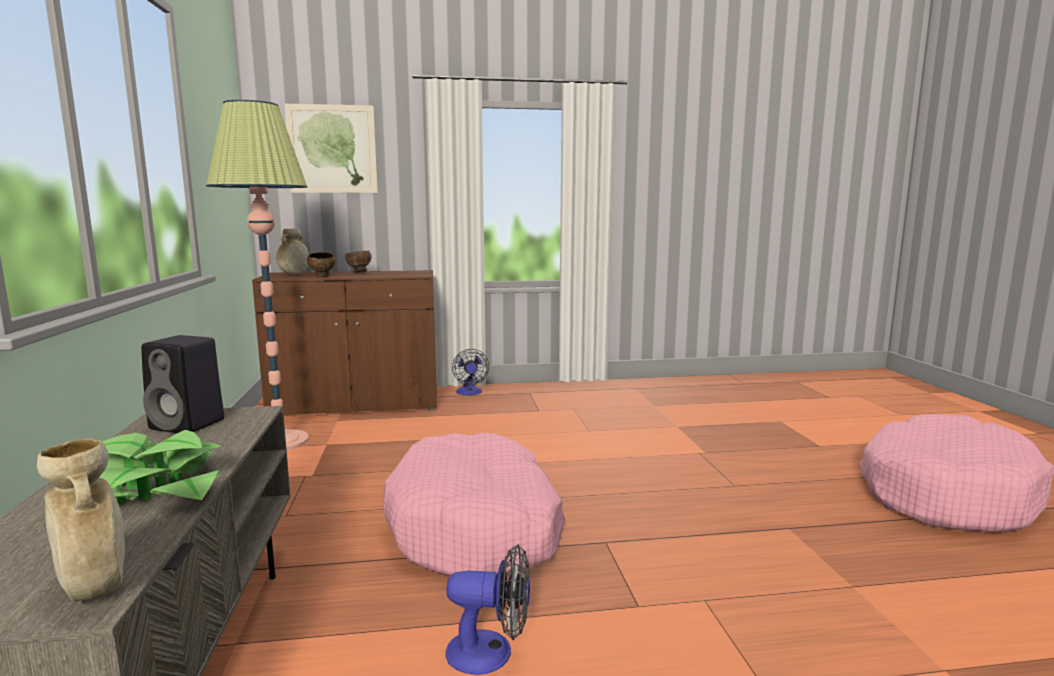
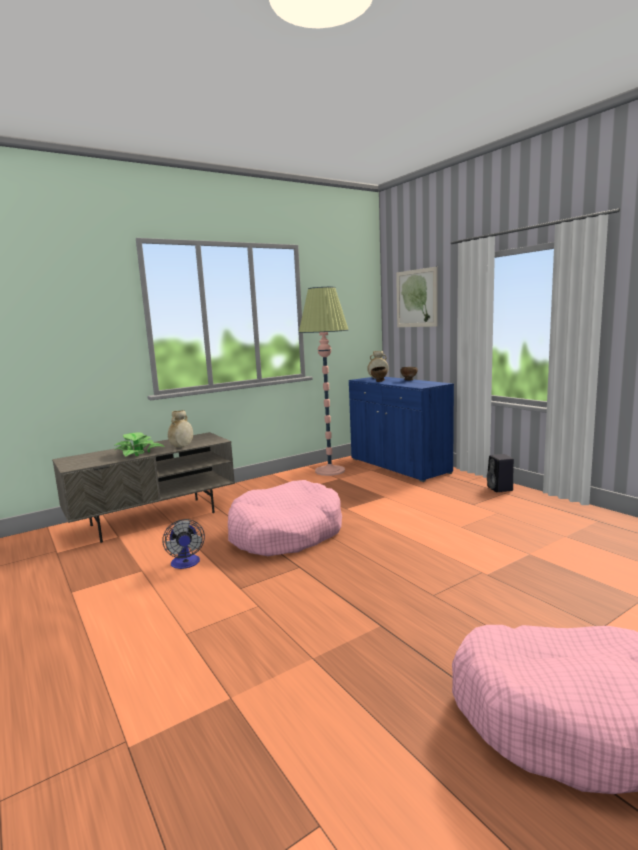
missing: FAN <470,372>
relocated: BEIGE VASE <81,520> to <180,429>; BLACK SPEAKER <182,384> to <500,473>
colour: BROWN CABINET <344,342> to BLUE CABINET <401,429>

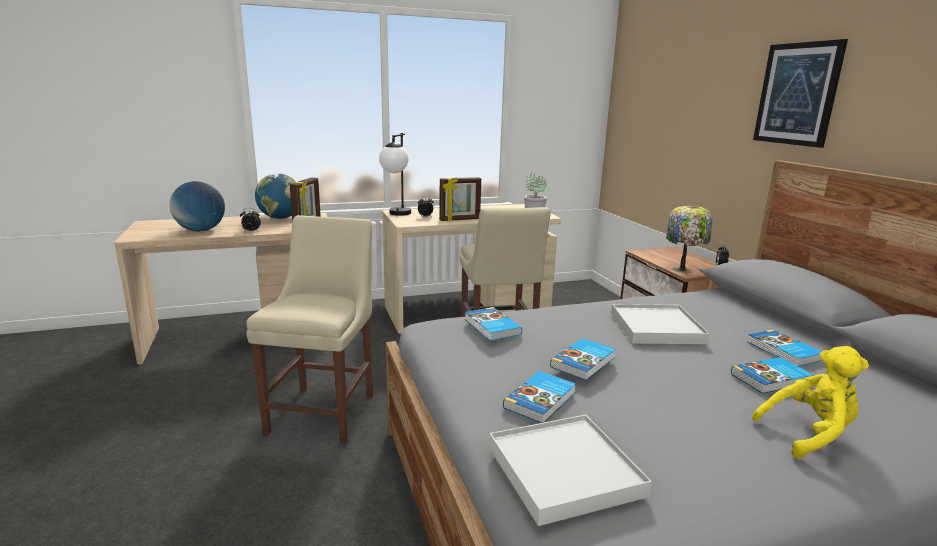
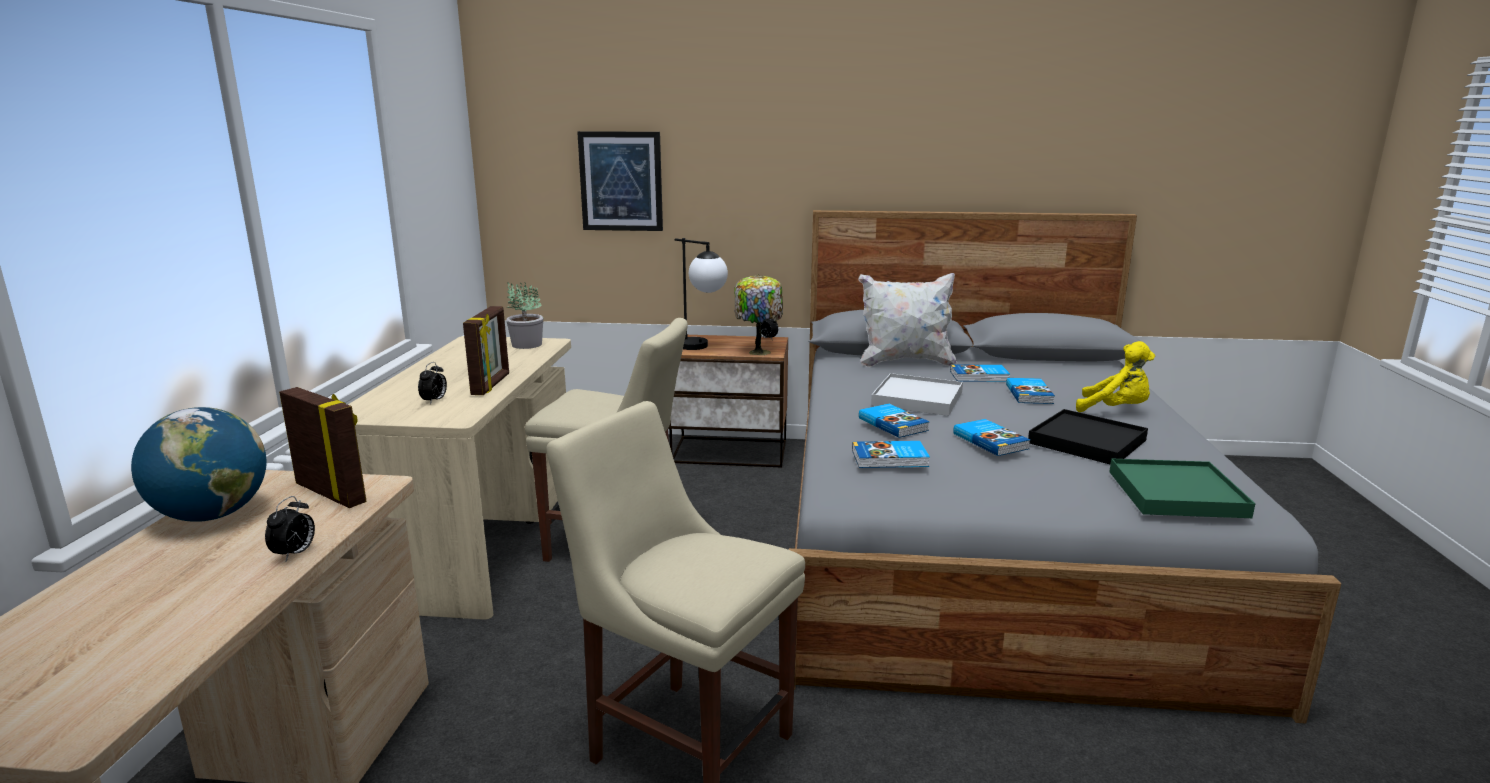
missing: GLOBE <197,206>
appeared: WHITE PILLOW <907,320>; BLACK TRAY <1088,436>
relocated: PICTURE <800,93> to <620,181>; TABLE LAMP <395,174> to <701,294>; BOOK <539,397> to <894,421>
colour: WHITE TRAY <570,470> to GREEN TRAY <1182,488>
spun: YELLOW PLUSH TOY <810,402> = <1115,376> 105 degrees clockwise

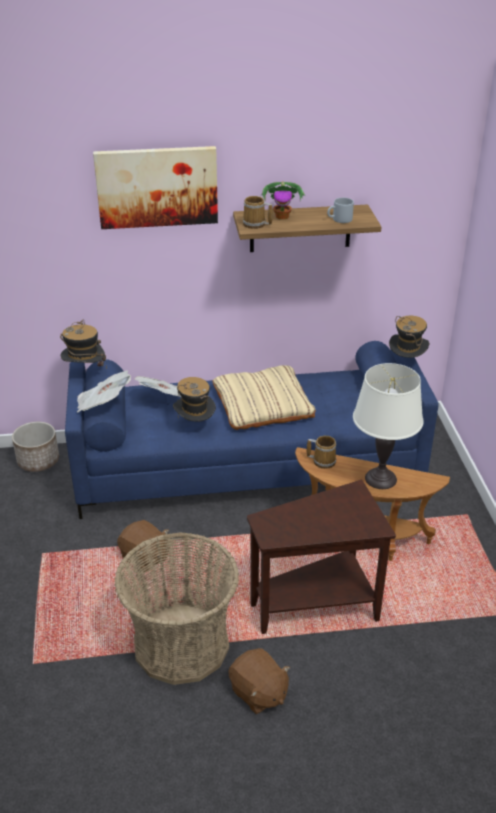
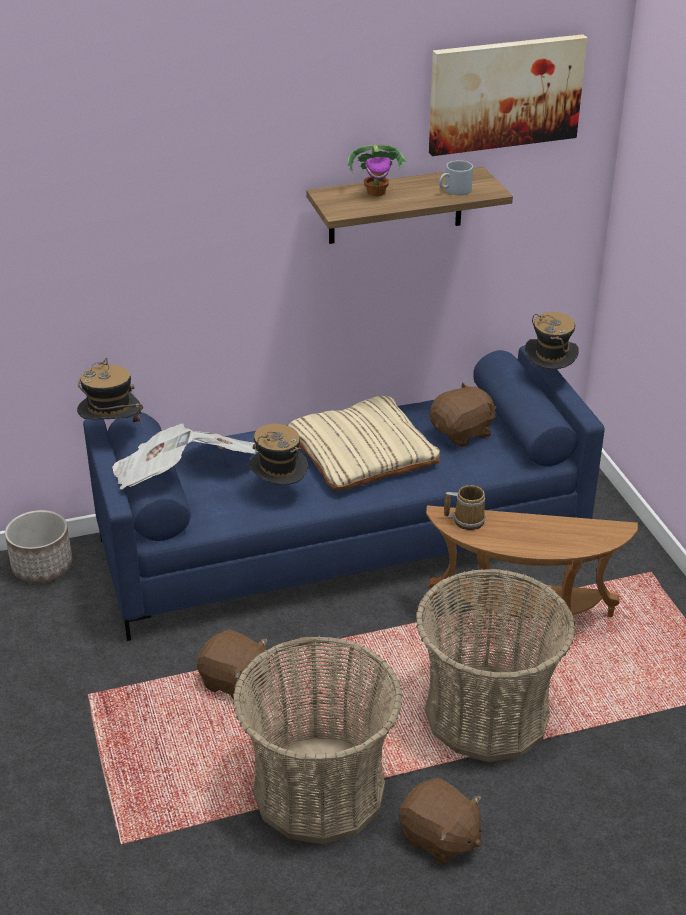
missing: MUG <258,212>; WHITE TABLE LAMP <388,426>
appeared: BROWN PLUSH TOY <463,414>
relocated: PICTURE <155,187> to <508,95>
exchanged: BROWN SIDE TABLE <321,557> to BASKET <496,665>

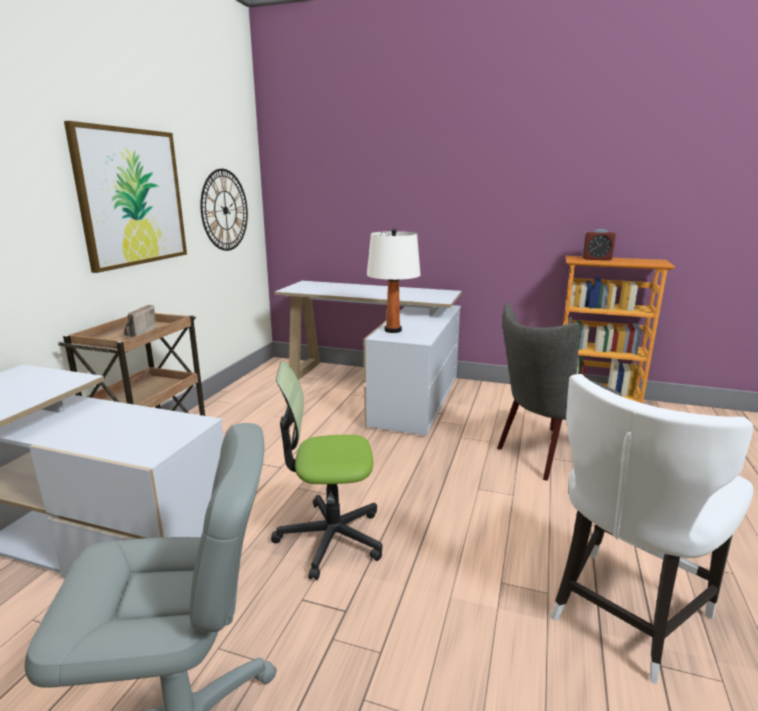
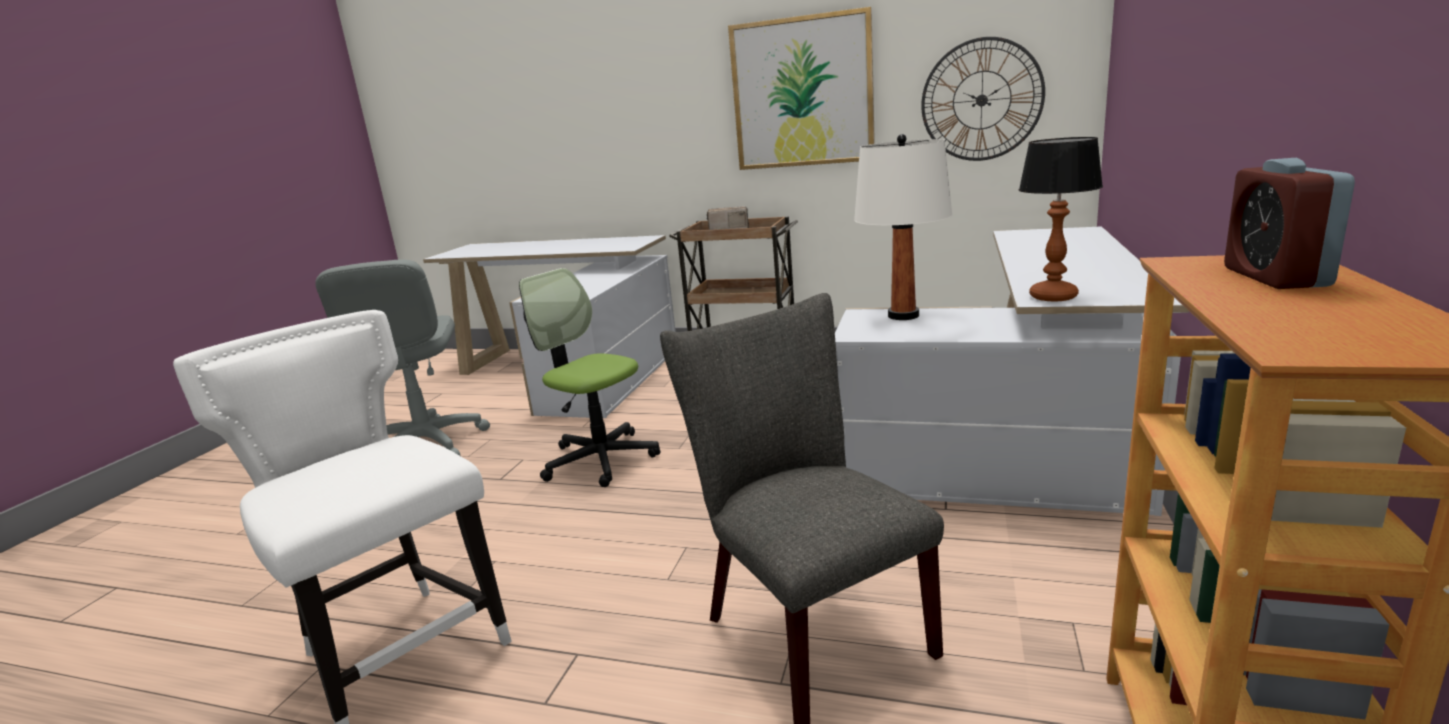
appeared: TABLE LAMP <1061,219>
spun: OFFICE CHAIR <326,470> = <589,377> 45 degrees counterclockwise

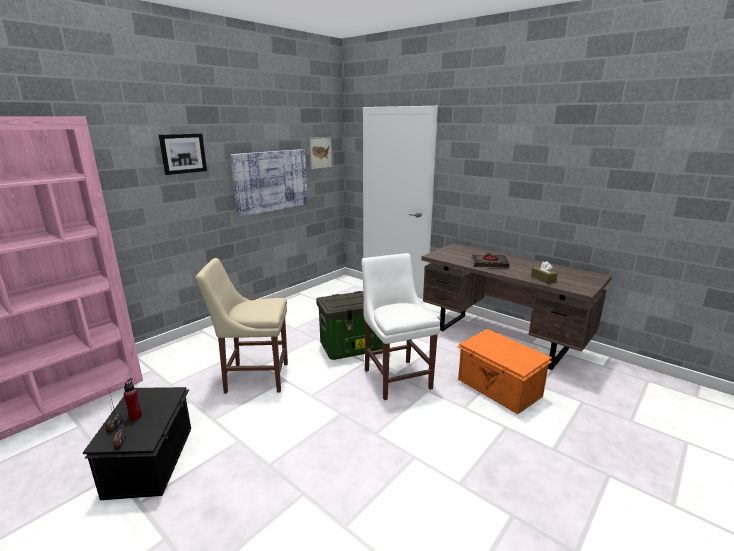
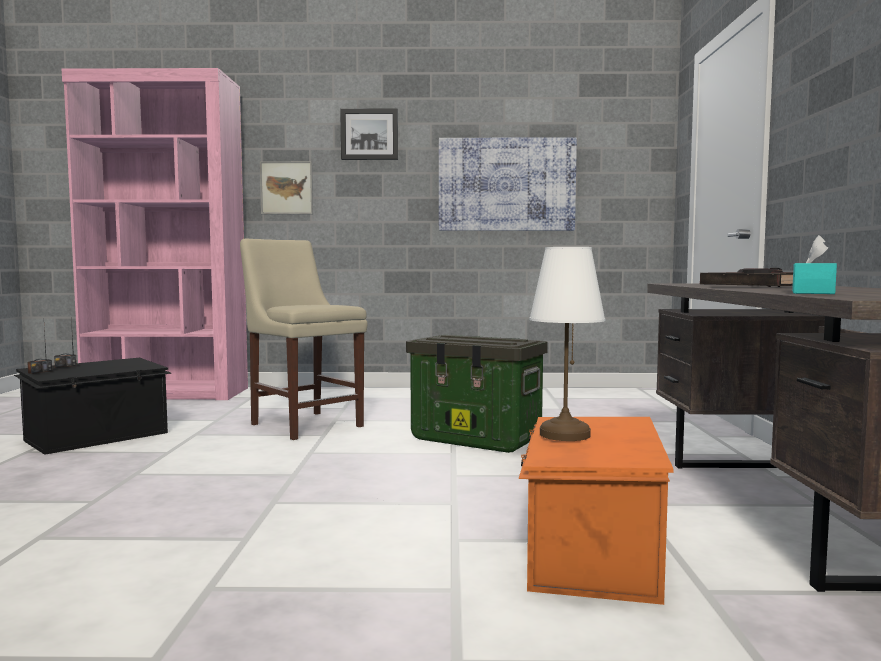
missing: RED BOTTLE <133,399>; WHITE CHAIR <400,326>
appeared: WHITE TABLE LAMP <567,344>
relocated: PICTURE <321,153> to <286,187>
colour: BROWN TISSUE BOX <544,272> to TURQUOISE TISSUE BOX <814,264>

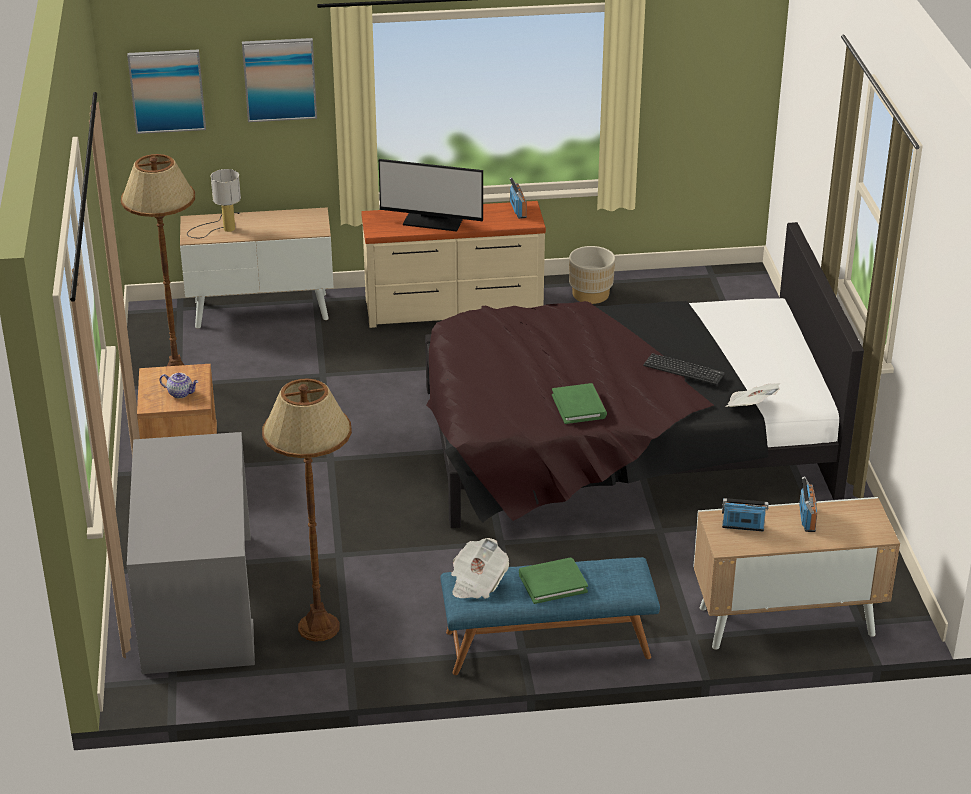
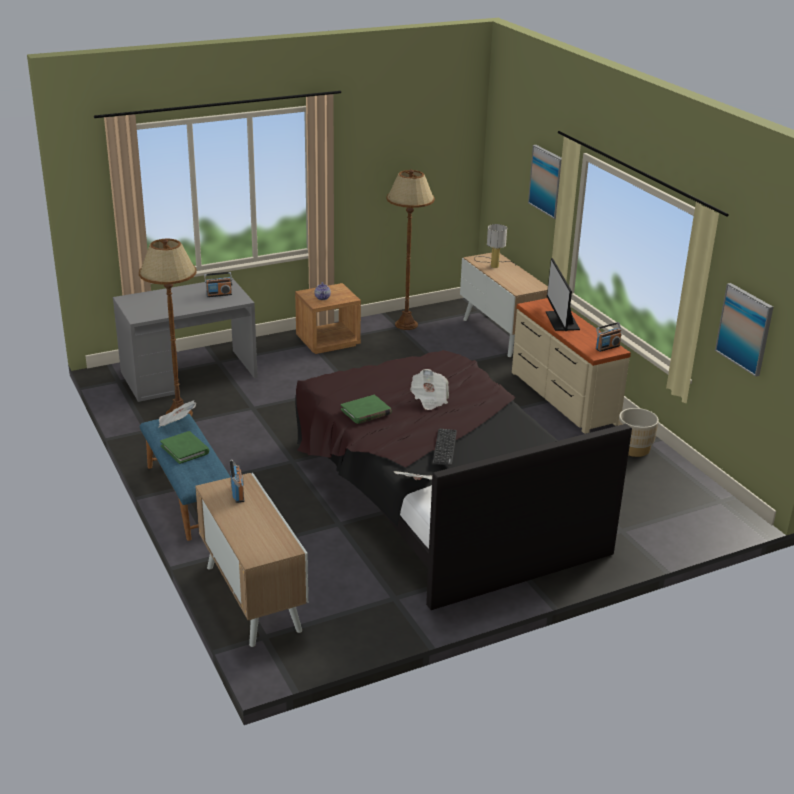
appeared: NEWSPAPER <429,389>
relocated: RADIO <808,504> to <218,284>; PICTURE <166,91> to <744,330>

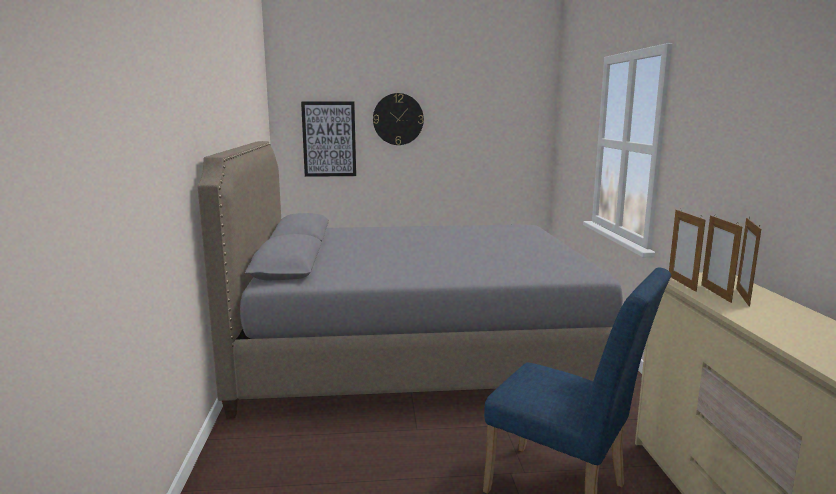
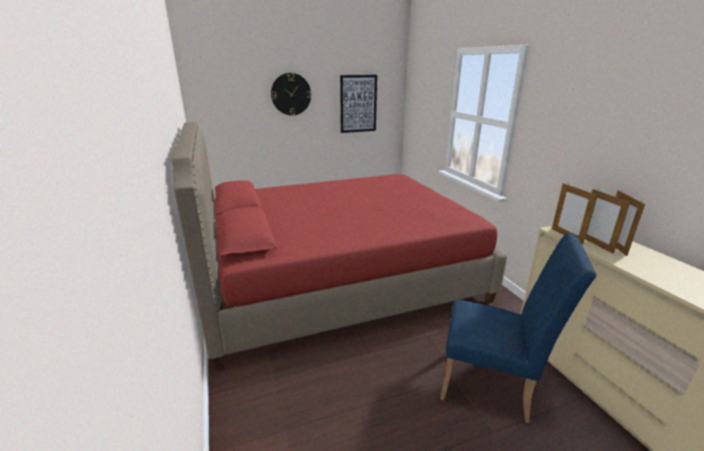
relocated: PICTURE <328,139> to <358,104>
colour: GREY BED <410,280> to RED BED <339,246>

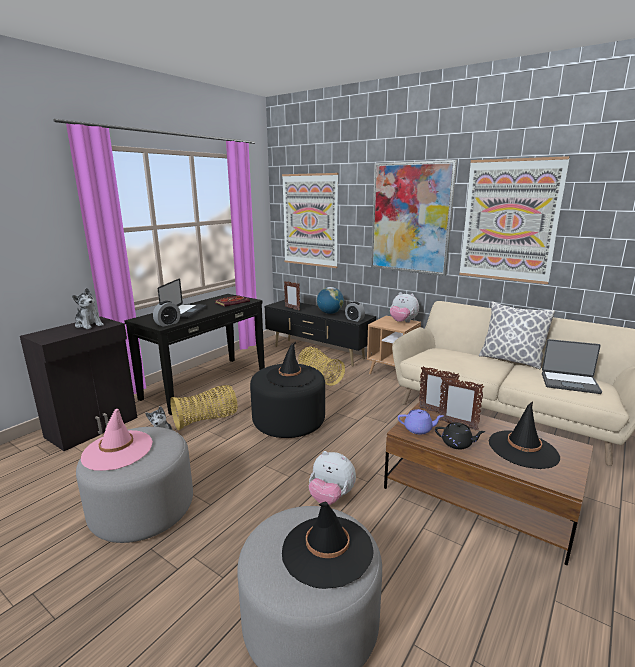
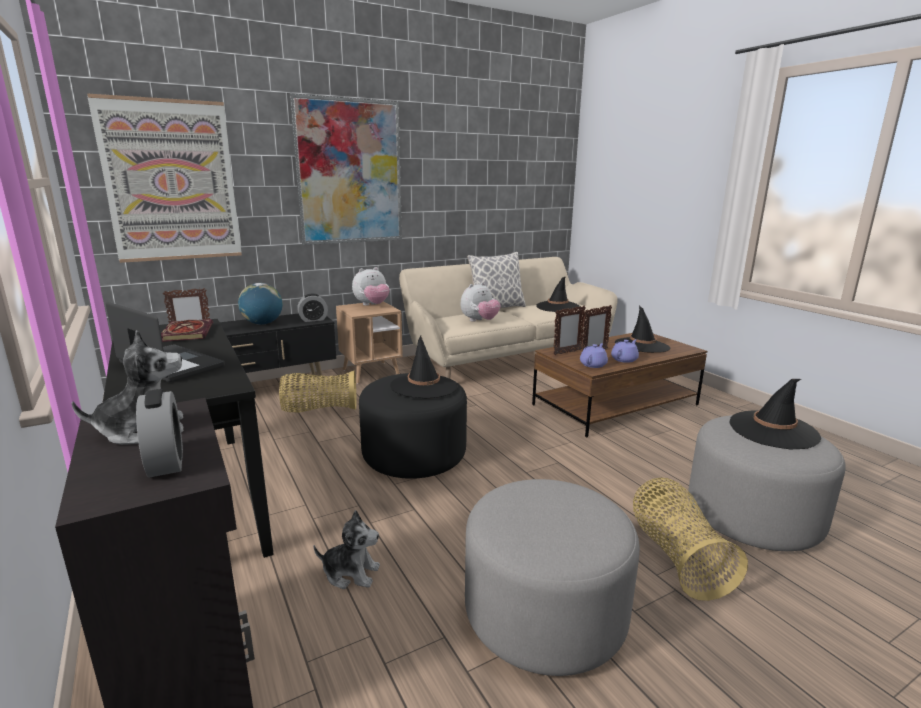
missing: PINK HAT <117,440>; PICTURE <514,220>
relocated: ALARM CLOCK <166,314> to <159,433>; PLUSH TOY <332,478> to <480,302>; BASKET <204,407> to <690,539>
exchanged: LAPTOP <572,366> to BLACK HAT <558,294>
colour: BLACK TEAPOT <460,435> to PURPLE TEAPOT <625,351>

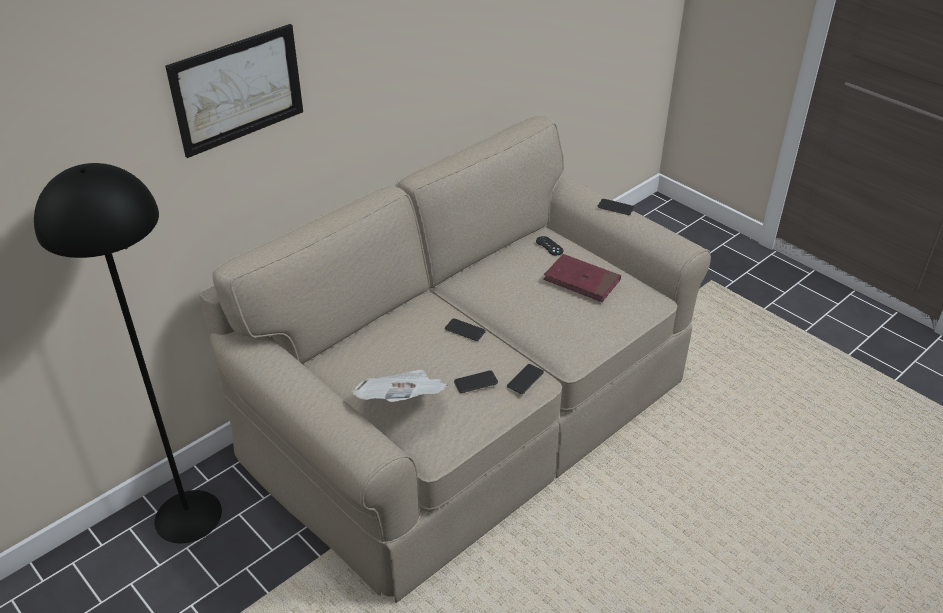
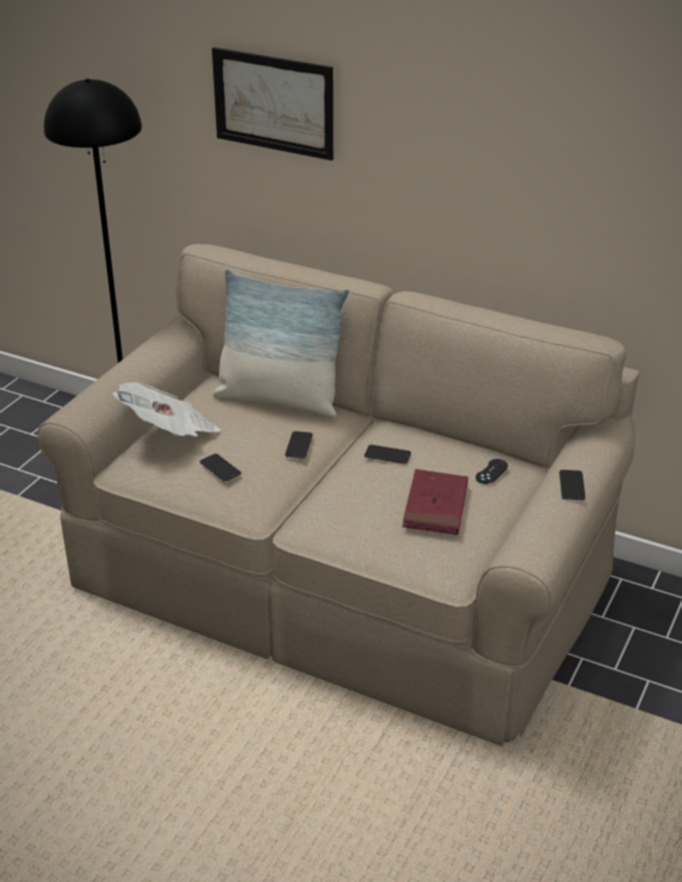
appeared: PILLOW <281,343>
relocated: PHONE <525,379> to <387,454>

